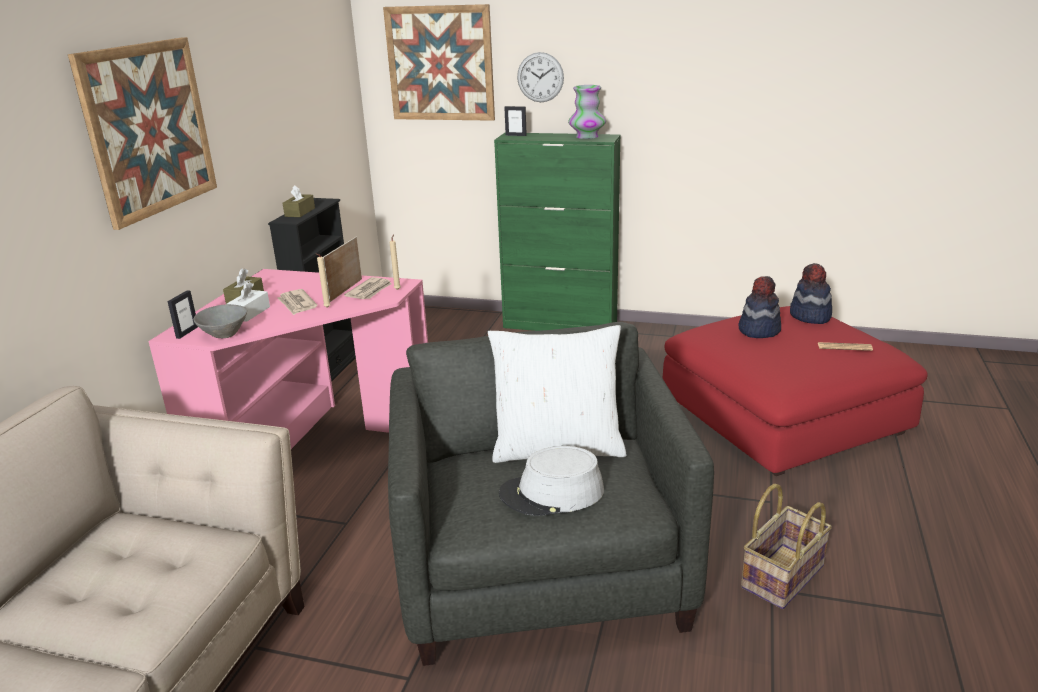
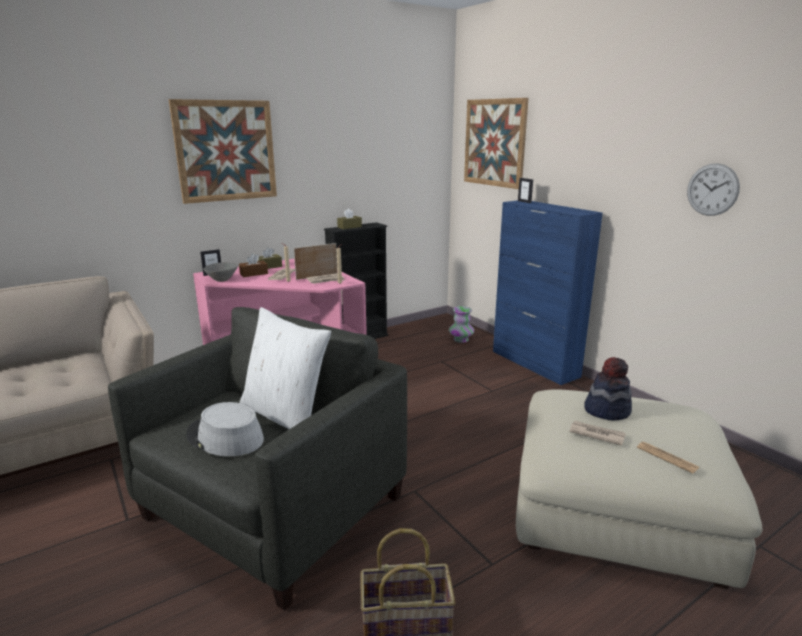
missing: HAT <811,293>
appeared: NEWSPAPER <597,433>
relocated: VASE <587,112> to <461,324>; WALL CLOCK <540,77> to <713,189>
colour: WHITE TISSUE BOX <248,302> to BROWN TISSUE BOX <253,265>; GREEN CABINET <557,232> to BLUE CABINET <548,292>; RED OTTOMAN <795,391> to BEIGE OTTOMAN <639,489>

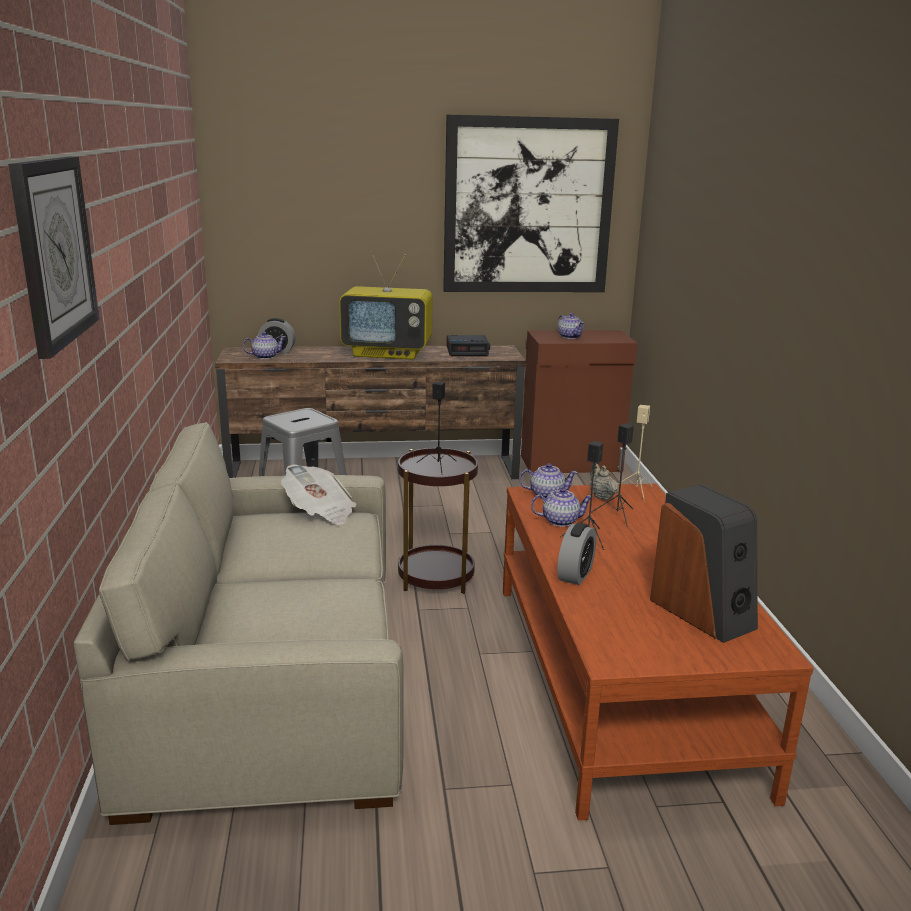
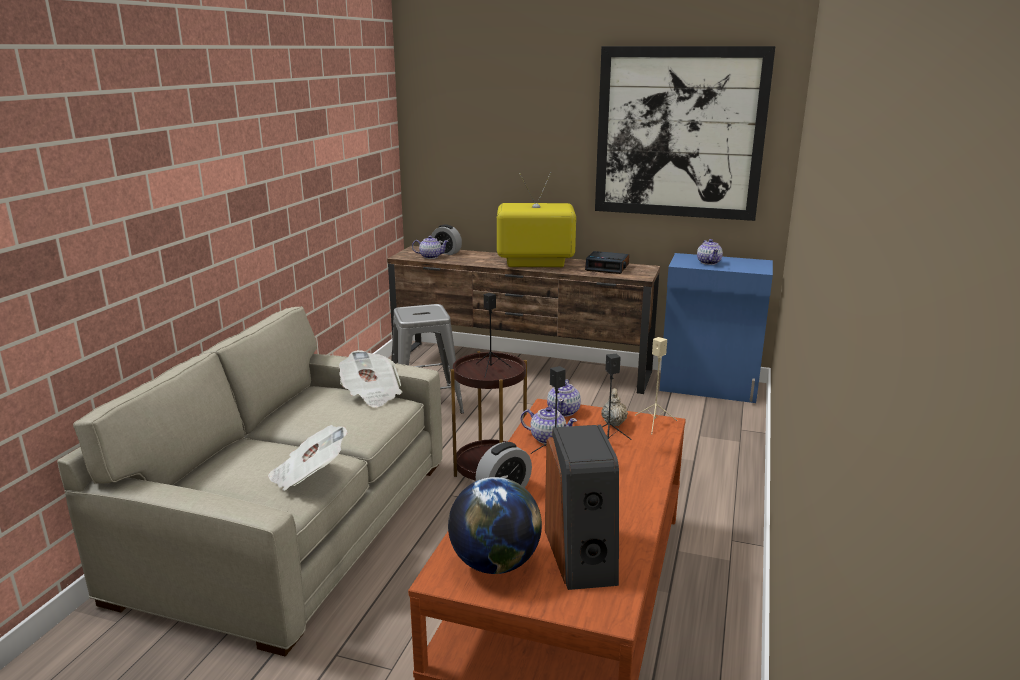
missing: WALL CLOCK <53,258>
appeared: NEWSPAPER <308,458>; GLOBE <495,525>
colour: BROWN CABINET <579,401> to BLUE CABINET <716,328>
spun: TELEVISION <386,305> = <536,219> 150 degrees clockwise; TEAPOT <548,480> = <564,398> 75 degrees clockwise

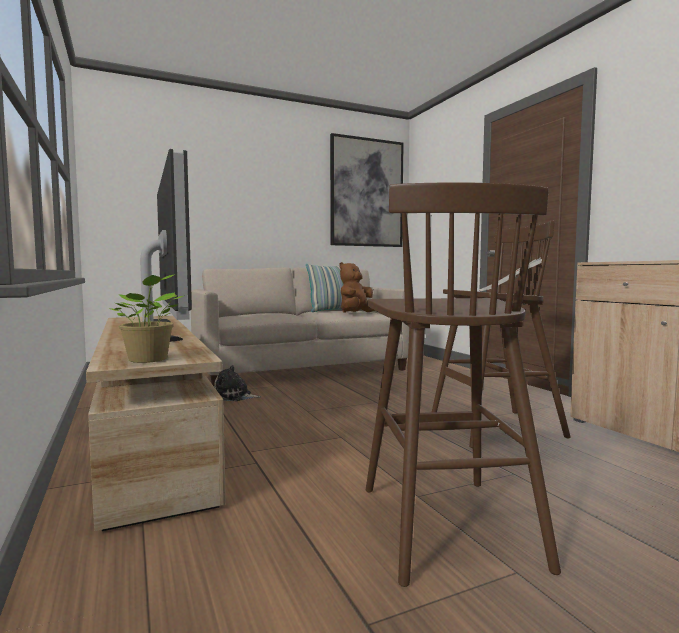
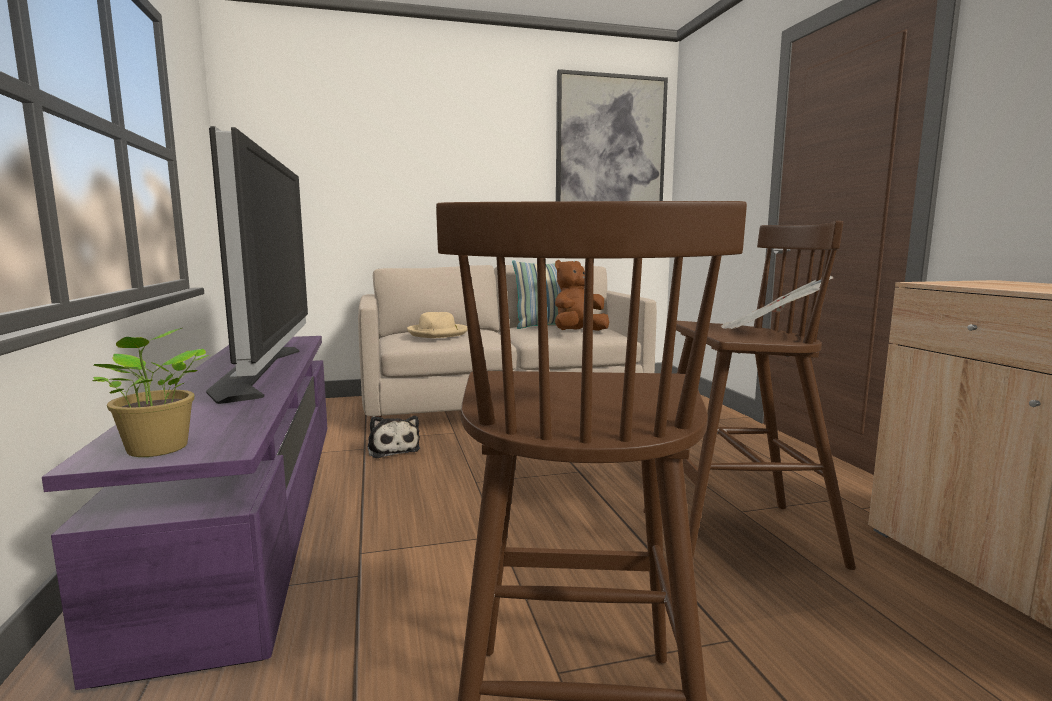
appeared: BEIGE HAT <437,325>
colour: BEIGE TV STAND <156,423> to PURPLE TV STAND <184,513>
spun: PLUSH TOY <237,383> = <393,437> 135 degrees counterclockwise

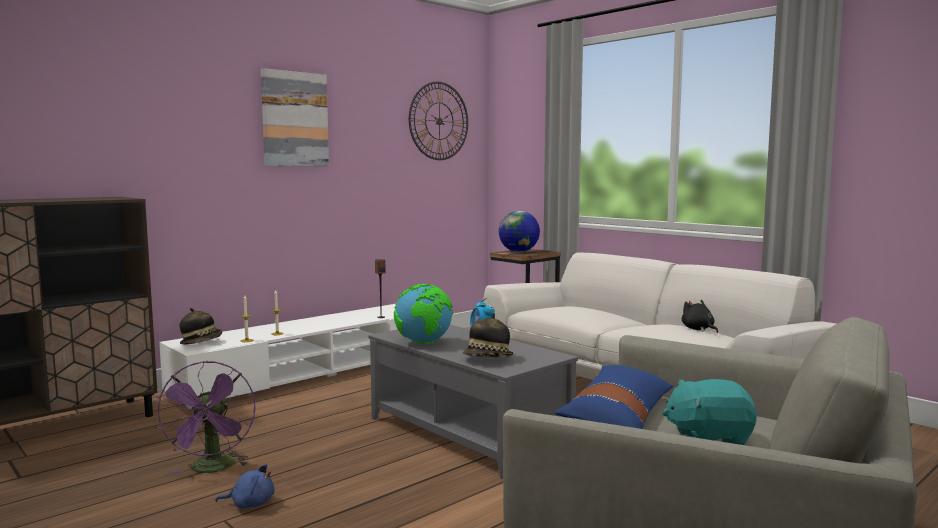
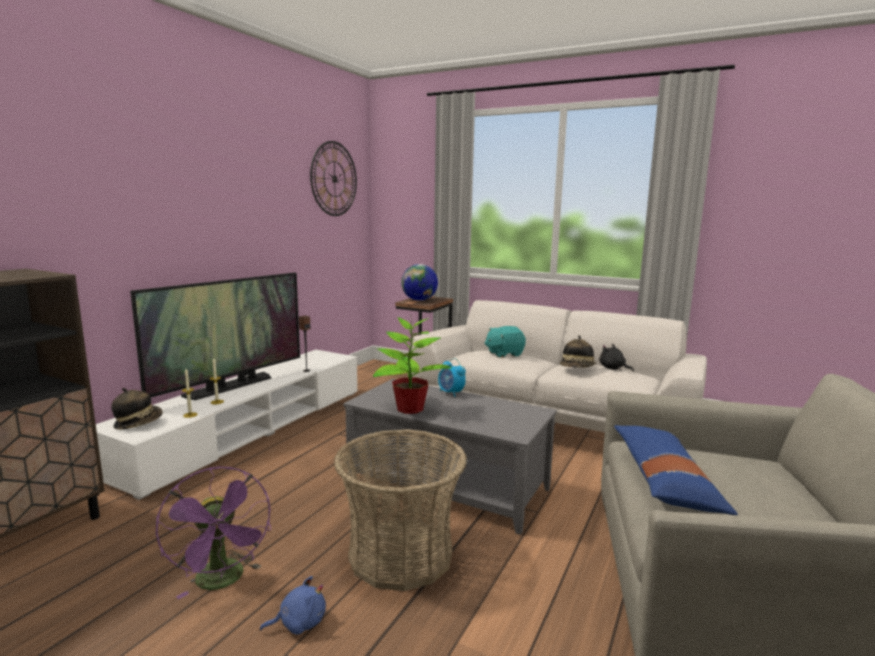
missing: PICTURE <295,117>
appeared: TELEVISION <215,336>; BASKET <400,510>
relocated: TURQUOISE PLUSH TOY <709,412> to <505,342>; HAT <488,335> to <577,351>
exchanged: GLOBE <423,314> to POTTED PLANT <412,365>

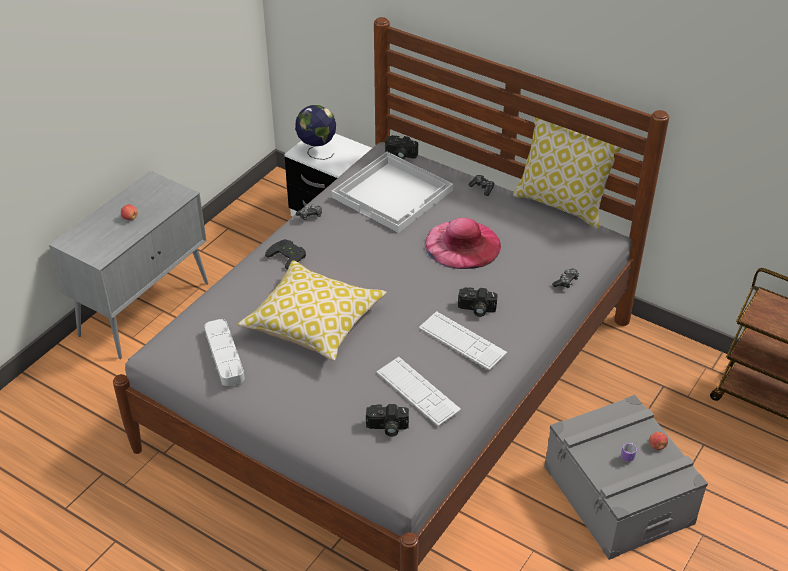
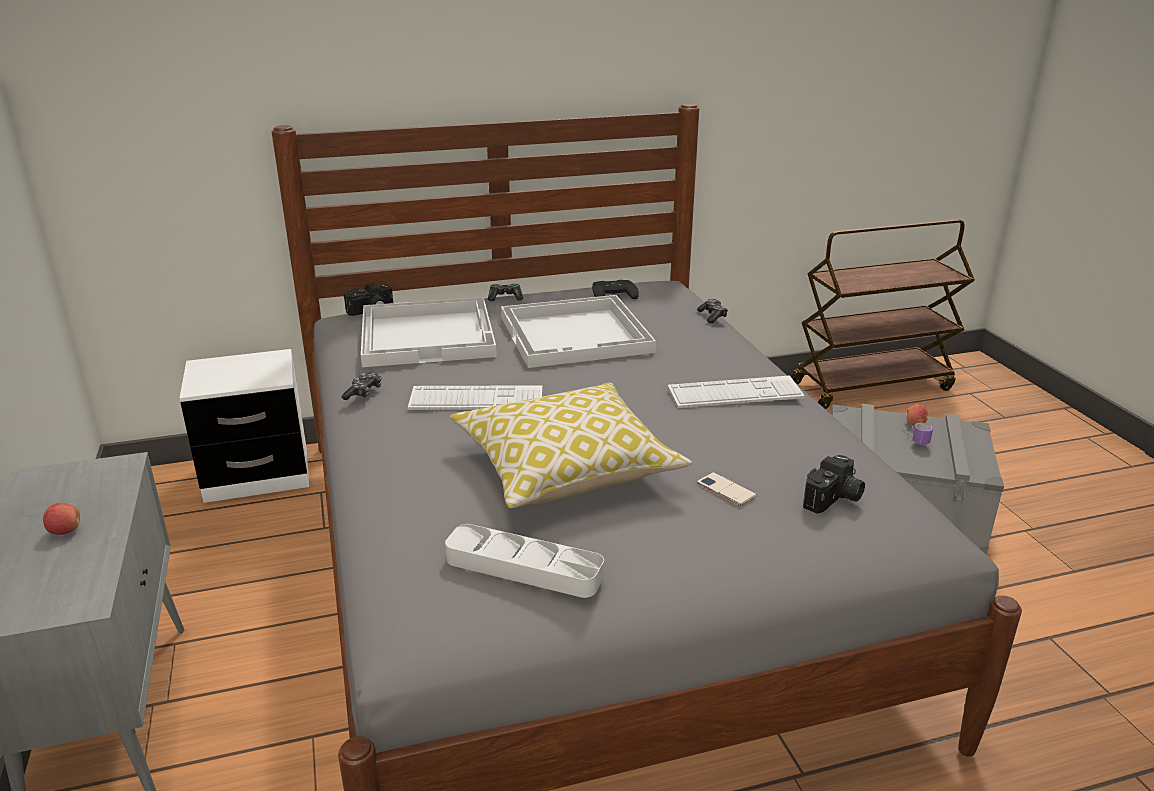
missing: GLOBE <315,132>; PHOTO CAMERA <478,302>; PILLOW <567,173>
appeared: PHONE <726,489>
relocated: KEYBOARD <419,392> to <475,397>; BLACK GAME CONTROLLER <285,254> to <615,289>
exchanged: PINK HAT <463,243> to WHITE TRAY <578,331>

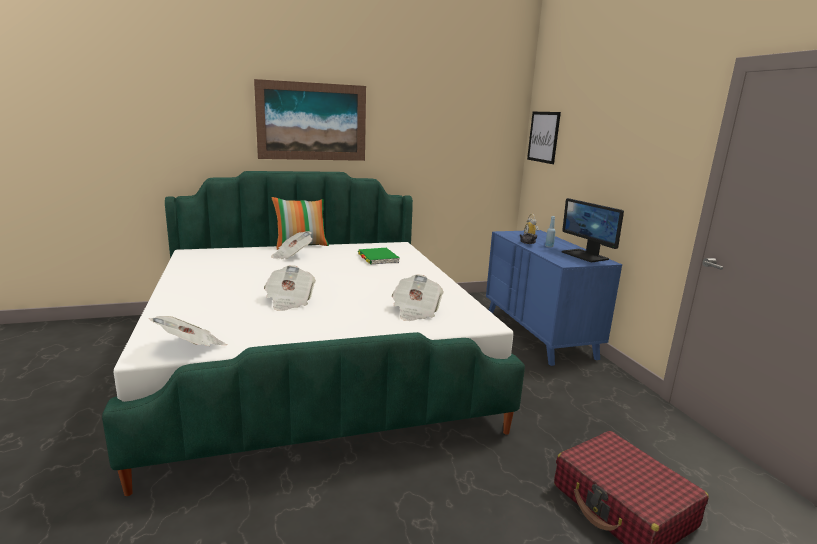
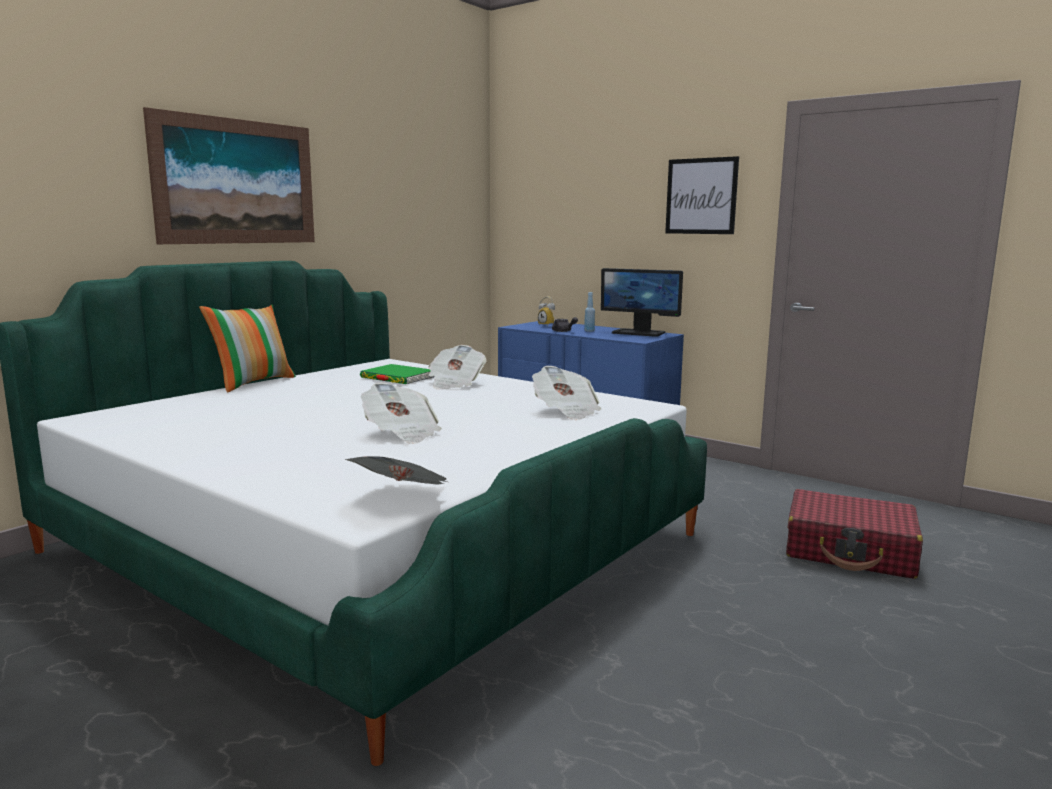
relocated: NEWSPAPER <291,245> to <458,367>; PICTURE <544,138> to <702,195>

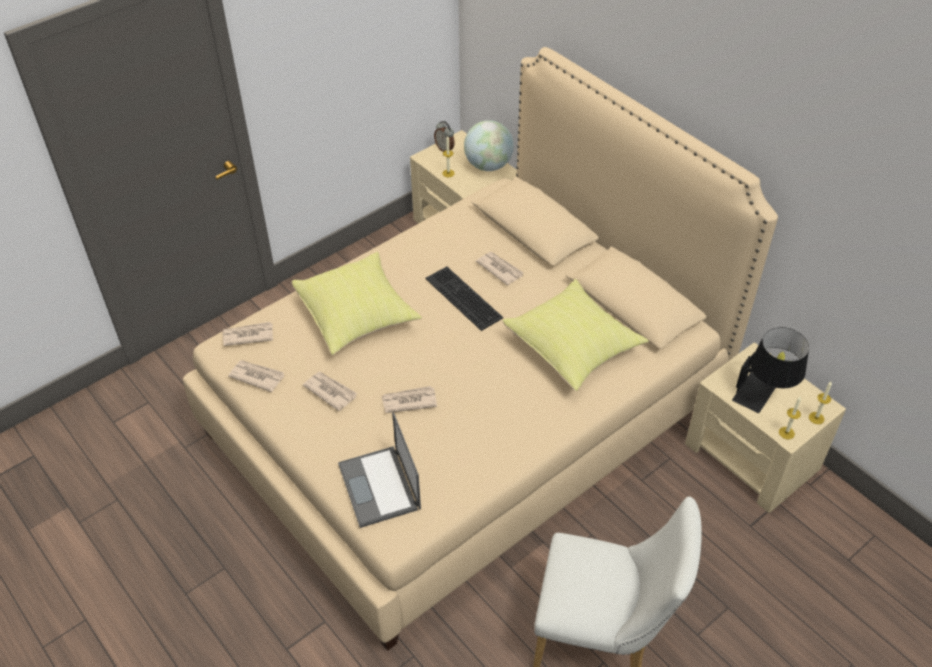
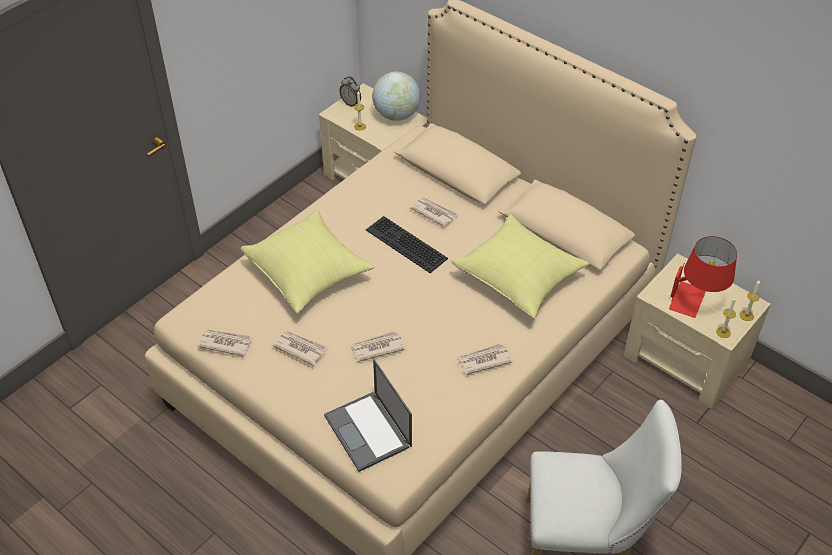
relocated: NEWSPAPER <247,334> to <484,359>
colour: BLACK TABLE LAMP <770,370> to RED TABLE LAMP <703,277>

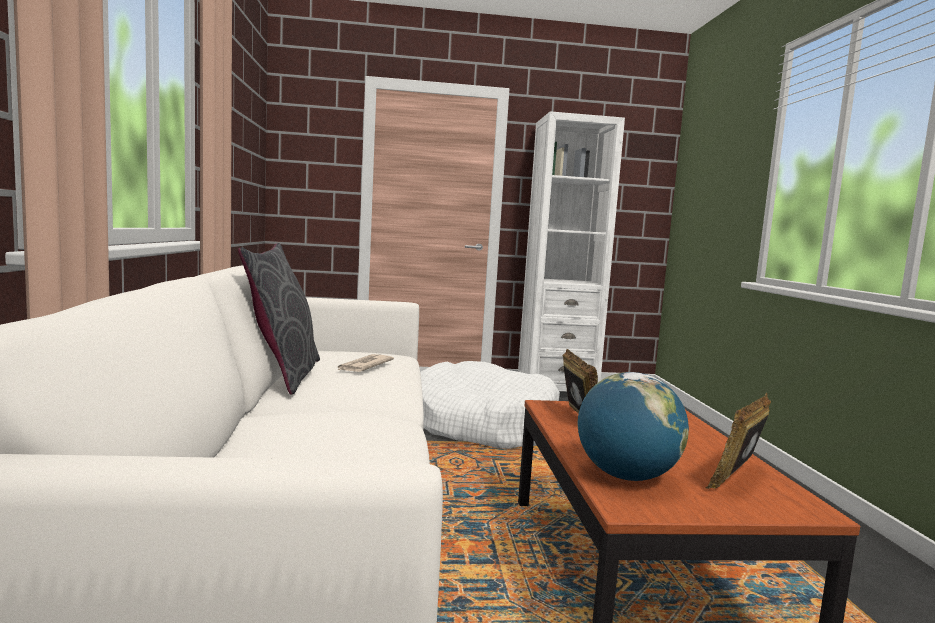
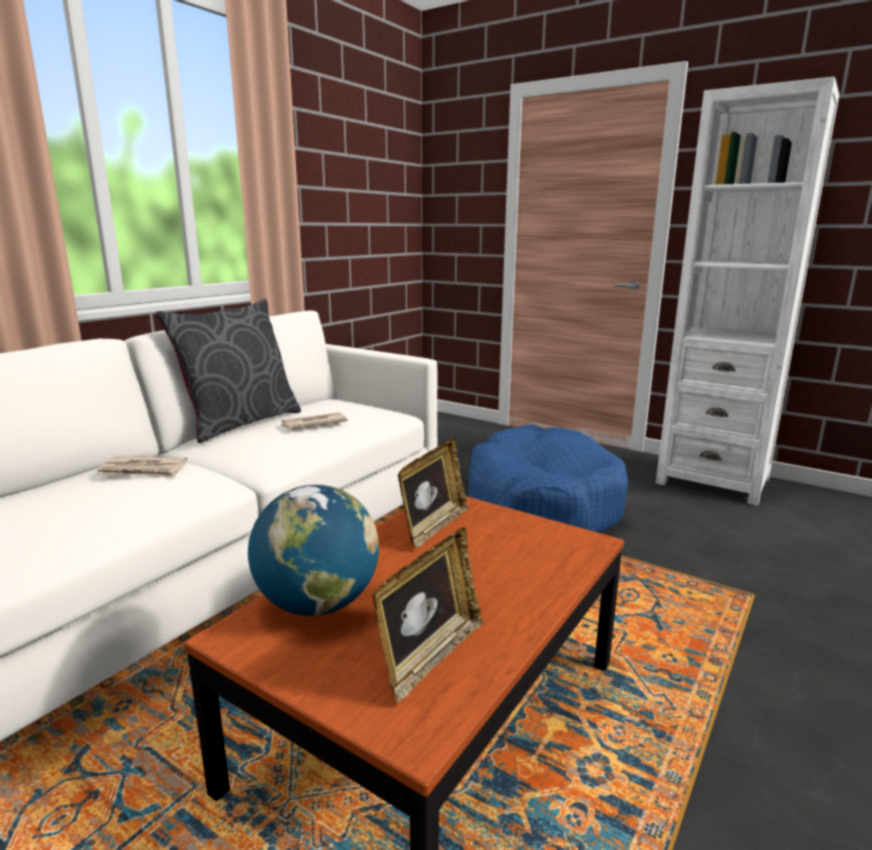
appeared: NEWSPAPER <142,467>
colour: WHITE DOG BED <490,405> to BLUE DOG BED <548,479>
spun: PICTURE FRAME <738,441> = <428,615> 135 degrees clockwise

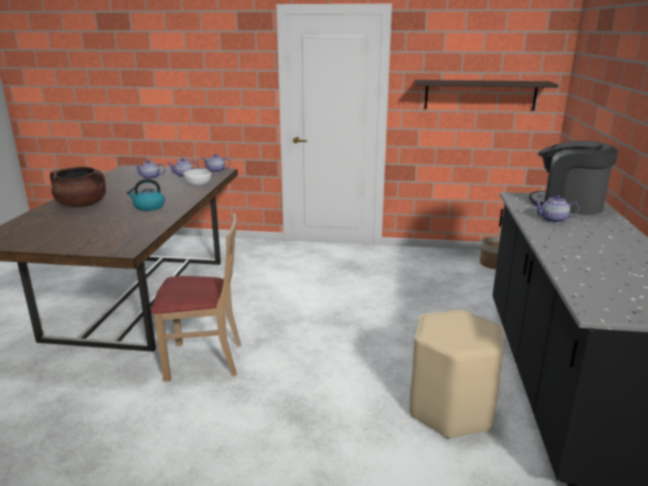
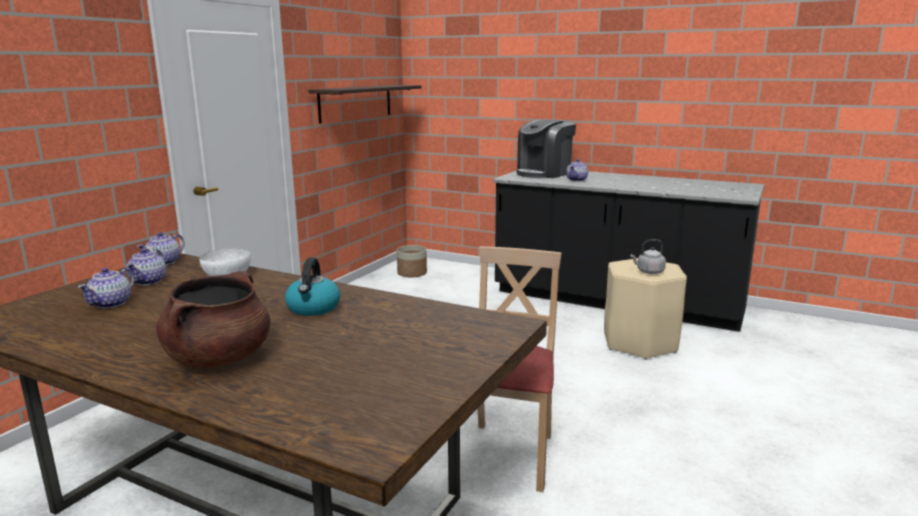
appeared: GREY KETTLE <648,256>

